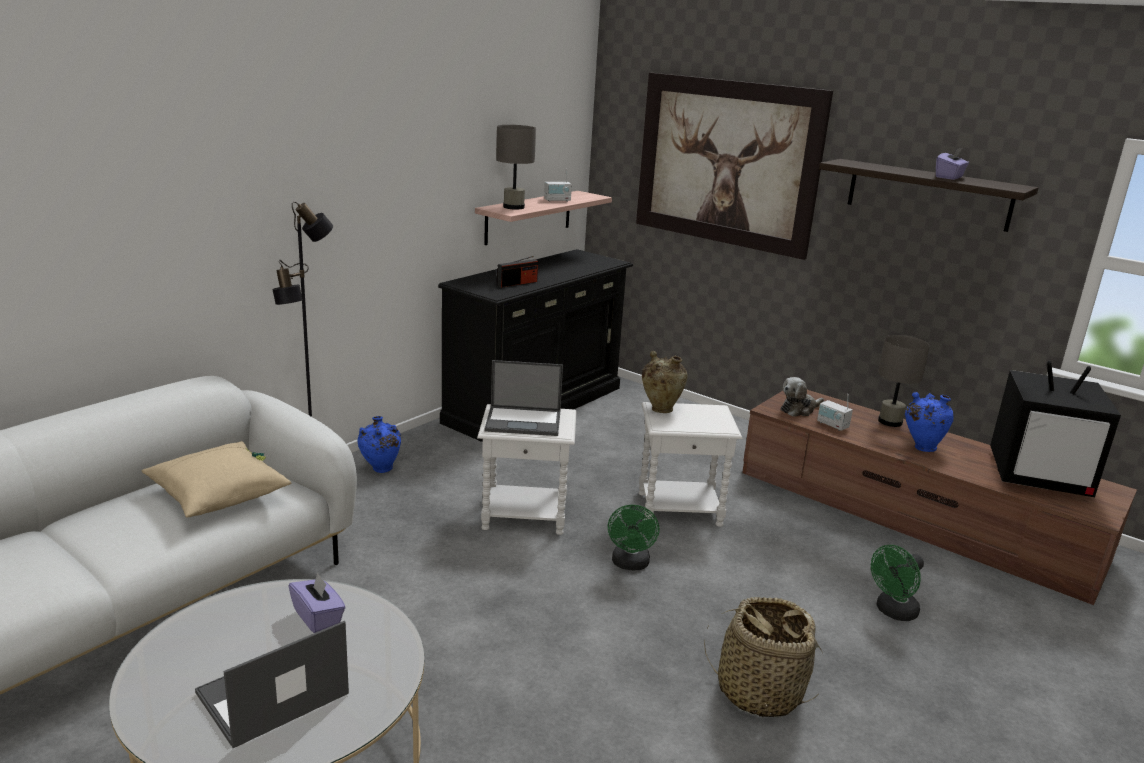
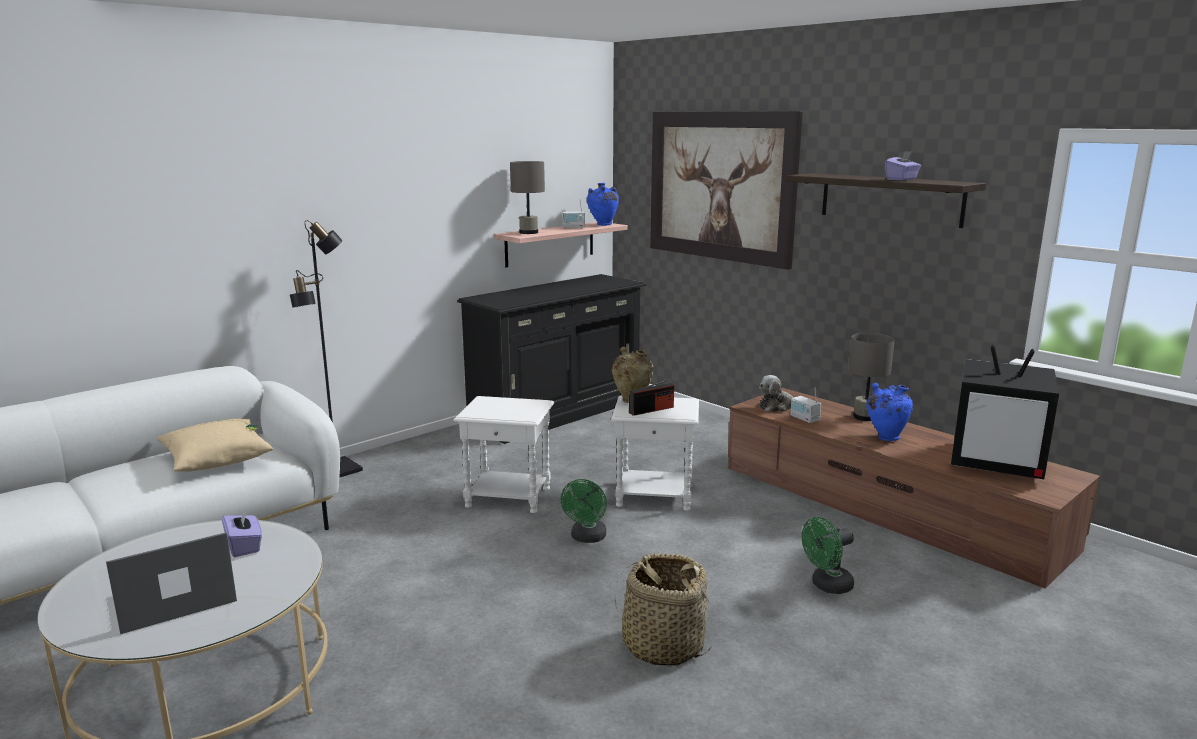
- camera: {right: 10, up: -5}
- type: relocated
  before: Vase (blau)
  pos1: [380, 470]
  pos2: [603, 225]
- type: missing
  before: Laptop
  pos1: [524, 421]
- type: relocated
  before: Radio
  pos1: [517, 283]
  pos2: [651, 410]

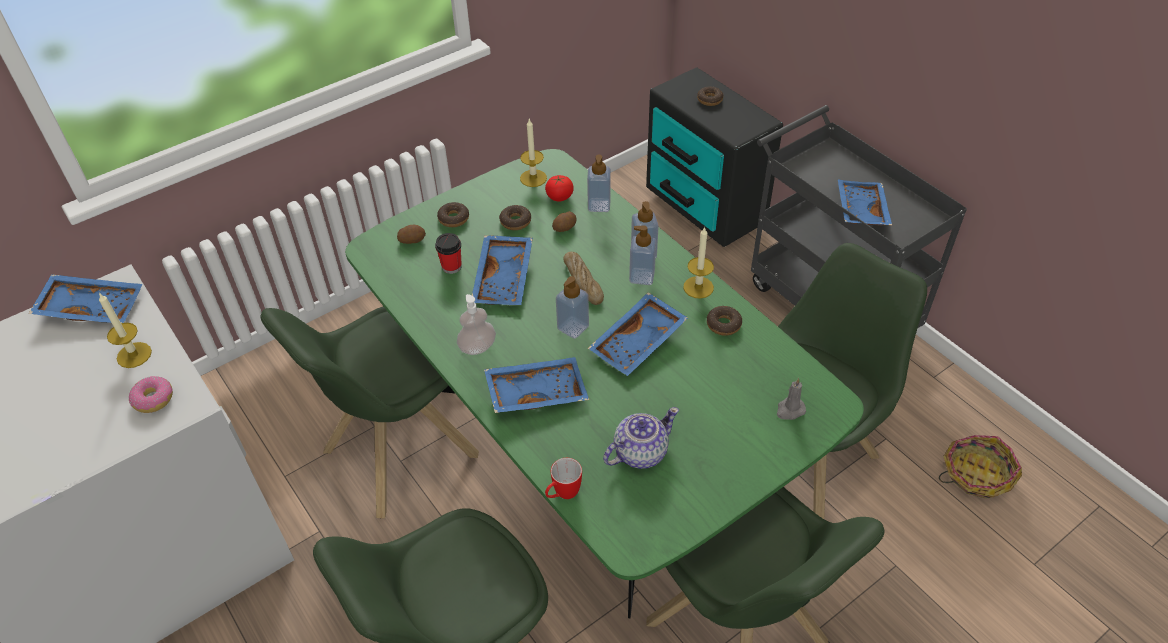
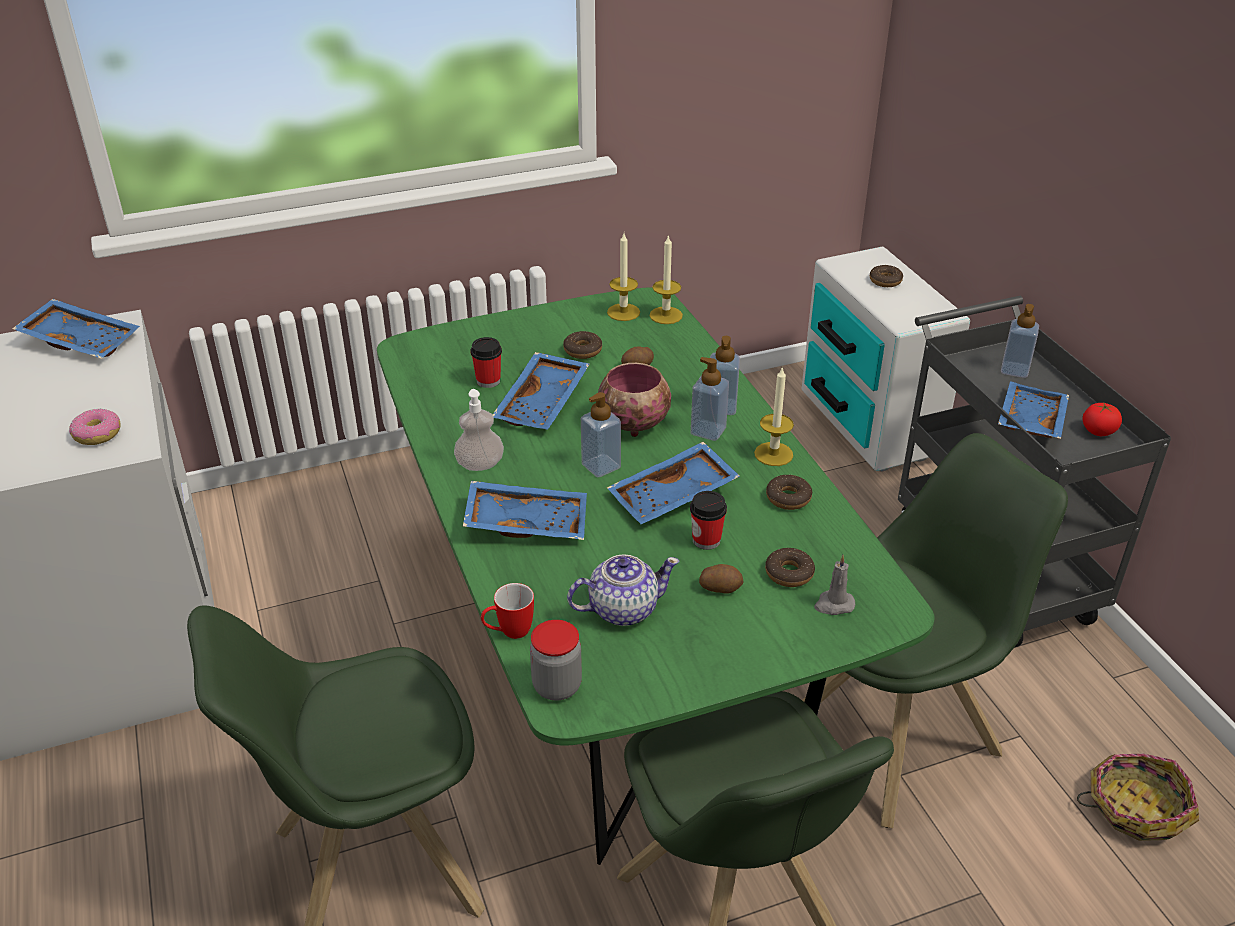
- camera: {right: 15, up: -10}
- type: relocated
  before: Kerze
  pos1: [134, 355]
  pos2: [666, 315]
- type: missing
  before: Stuhl (grün)
  pos1: [398, 452]
- type: relocated
  before: Kartoffel
  pos1: [412, 240]
  pos2: [720, 587]
- type: relocated
  before: Donut
  pos1: [453, 218]
  pos2: [789, 573]
- type: relocated
  before: Tomate
  pos1: [560, 197]
  pos2: [1098, 431]
- type: exchanged
  before: Brot
  after: Schüssel
  pos1: [583, 282]
  pos2: [634, 423]
- type: relocated
  before: Seifenspender
  pos1: [599, 205]
  pos2: [1014, 370]
- type: colour
  before: Nachttisch (schwarz)
  after: Nachttisch (weiß)
  pos1: [703, 212]
  pos2: [865, 431]
- type: appeared
  after: Vorratsglas
  pos2: [557, 686]
- type: appeared
  after: Tasse
  pos2: [706, 540]

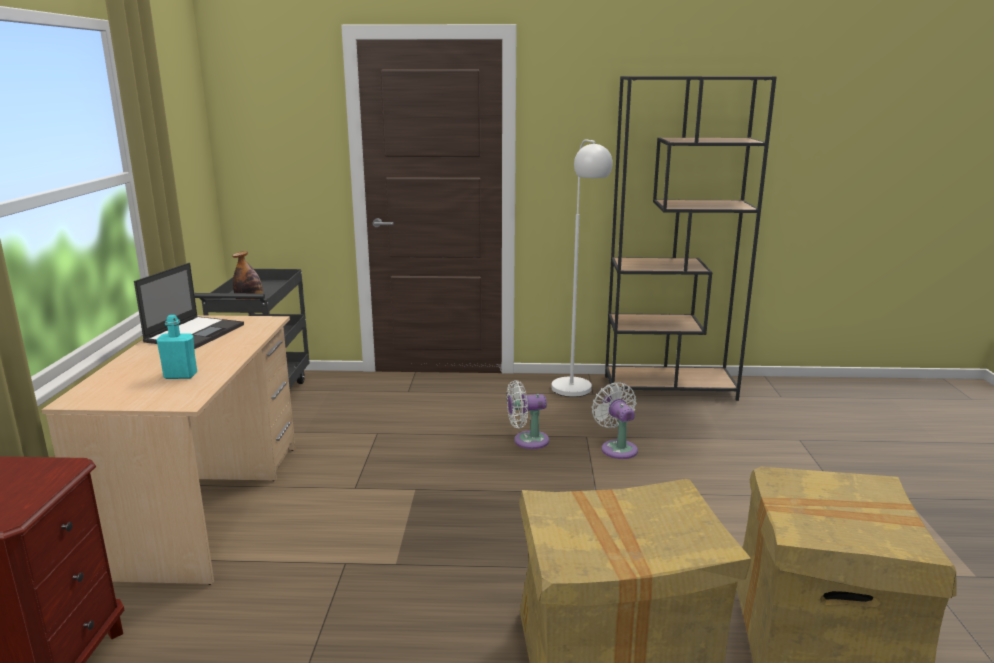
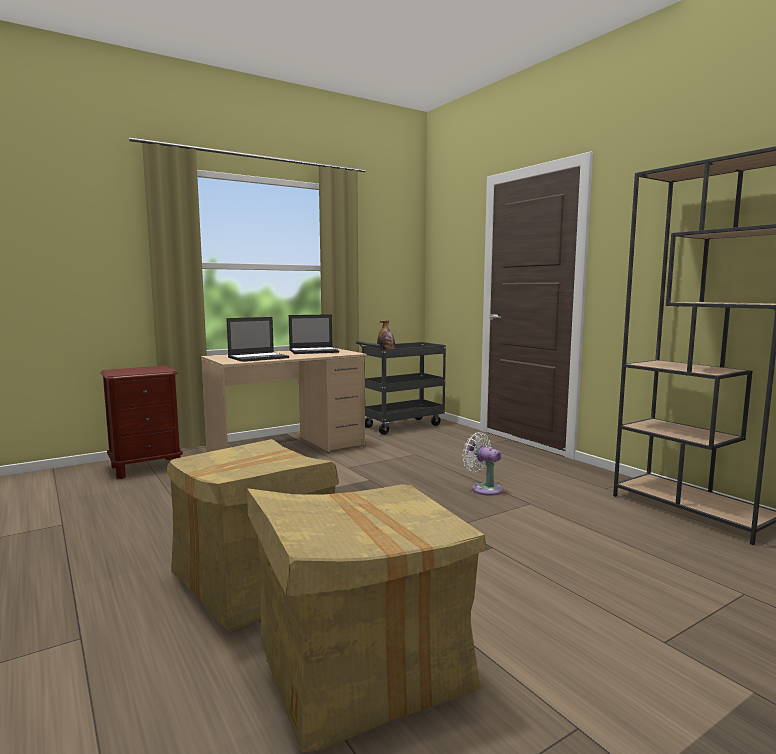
- camera: {right: 55, up: -10}
- type: exchanged
  before: Flasche (türkis)
  after: Laptop
  pos1: [180, 376]
  pos2: [259, 357]
- type: missing
  before: Stehlampe (weiß)
  pos1: [576, 394]
- type: missing
  before: Ventilator (weiß)
  pos1: [617, 448]

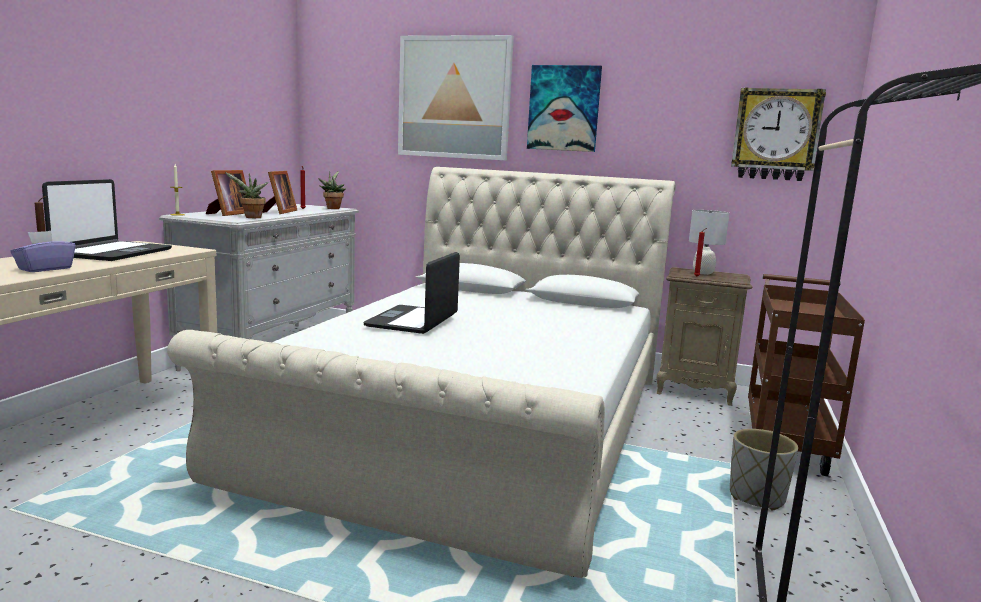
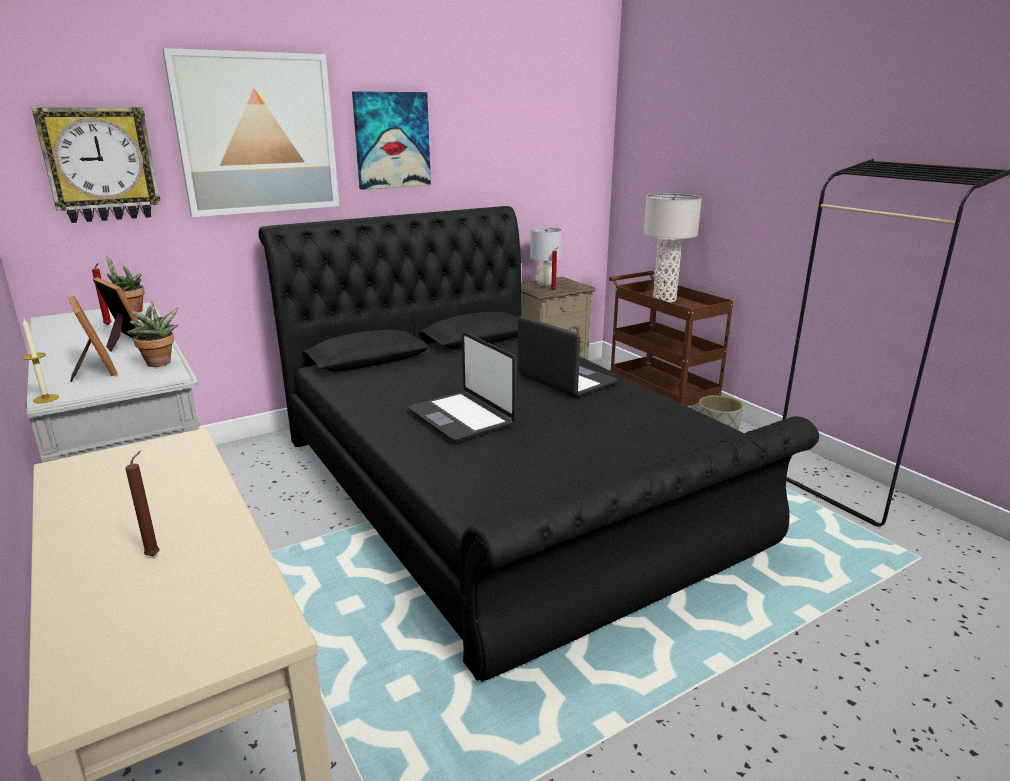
- camera: {right: -50, up: 10}
- type: missing
  before: Taschentuchbox (lila)
  pos1: [45, 269]
- type: relocated
  before: Laptop
  pos1: [112, 252]
  pos2: [566, 380]
- type: colour
  before: Bett (beige)
  after: Bett (schwarz)
  pos1: [476, 421]
  pos2: [500, 485]
- type: relocated
  before: Wanduhr
  pos1: [775, 134]
  pos2: [100, 165]
- type: appeared
  after: Tischlampe (weiß)
  pos2: [664, 299]

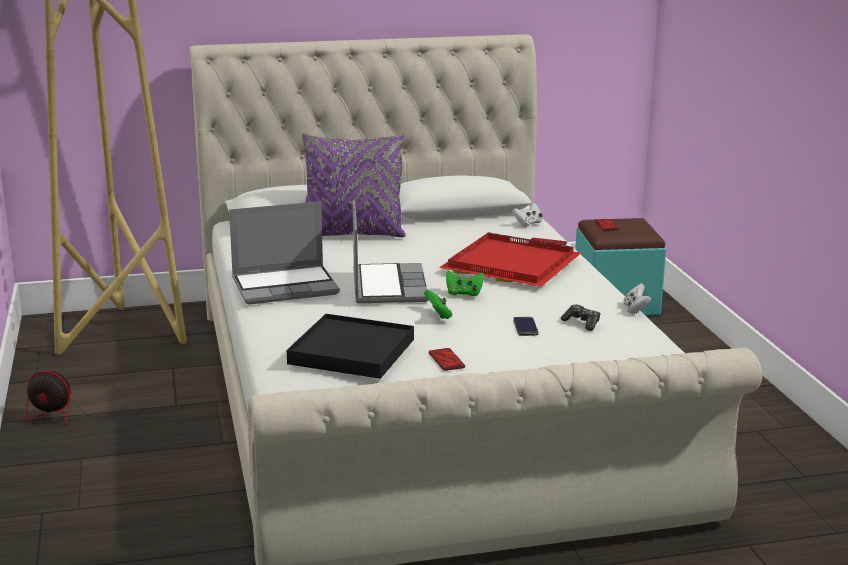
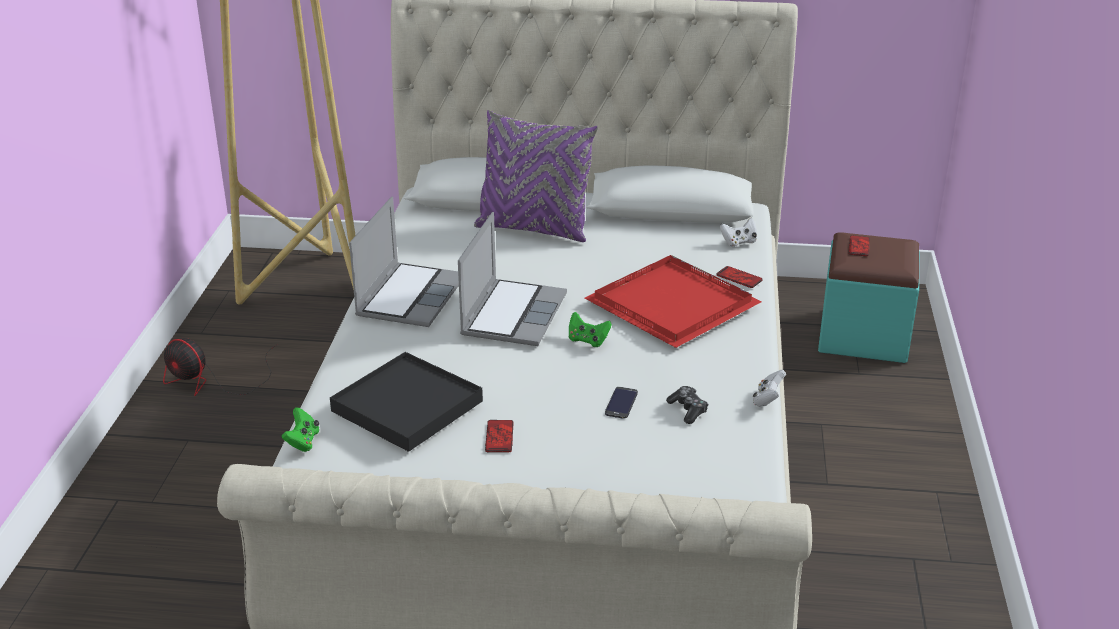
- camera: {right: 20, up: 10}
- type: spun
  before: Laptop
  pos1: [286, 286]
  pos2: [410, 296]
  turn: -75
- type: relocated
  before: Gamepad (grün)
  pos1: [438, 315]
  pos2: [303, 442]

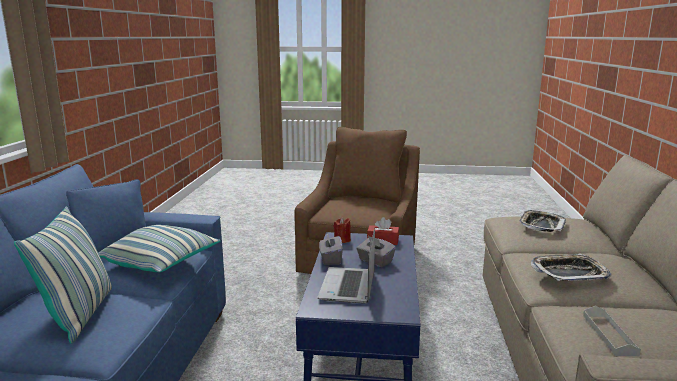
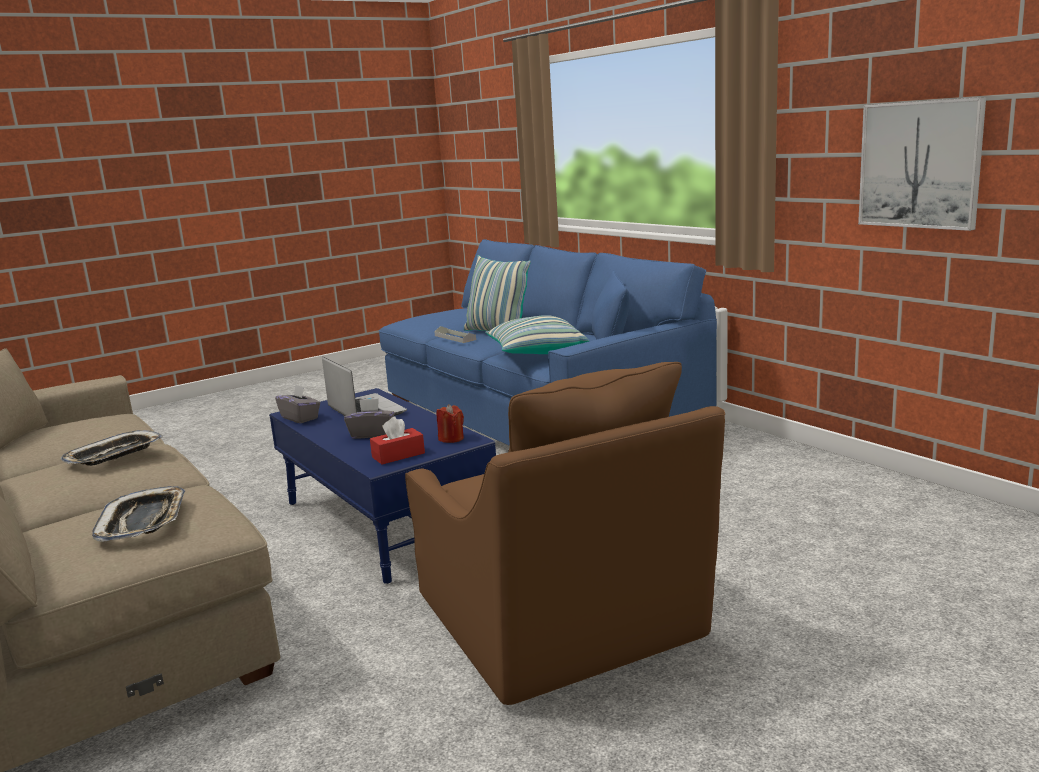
- camera: {right: 140, up: 0}
- type: relocated
  before: Taschentuchbox (grau)
  pos1: [330, 259]
  pos2: [300, 418]
- type: relocated
  before: Tablett (grau)
  pos1: [609, 334]
  pos2: [455, 337]
- type: appeared
  after: Bild
  pos2: [920, 164]

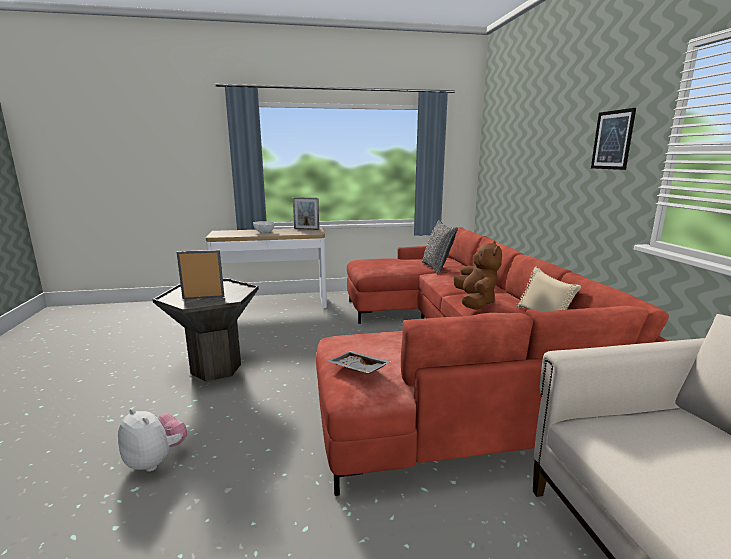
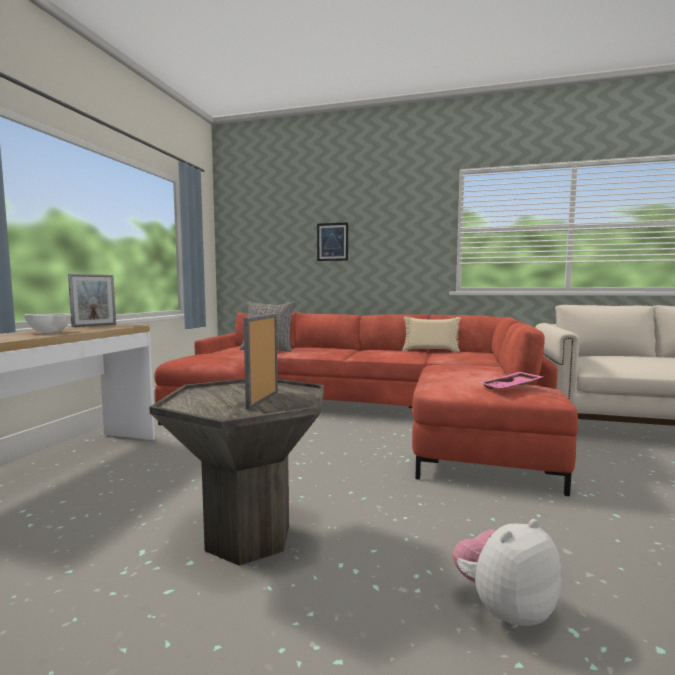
- camera: {right: -65, up: -10}
- type: colour
  before: Tablett (grau)
  after: Tablett (rosa)
  pos1: [357, 369]
  pos2: [511, 388]
- type: missing
  before: Plüschtier (braun)
  pos1: [475, 302]
- type: relocated
  before: Bild
  pos1: [612, 140]
  pos2: [332, 242]

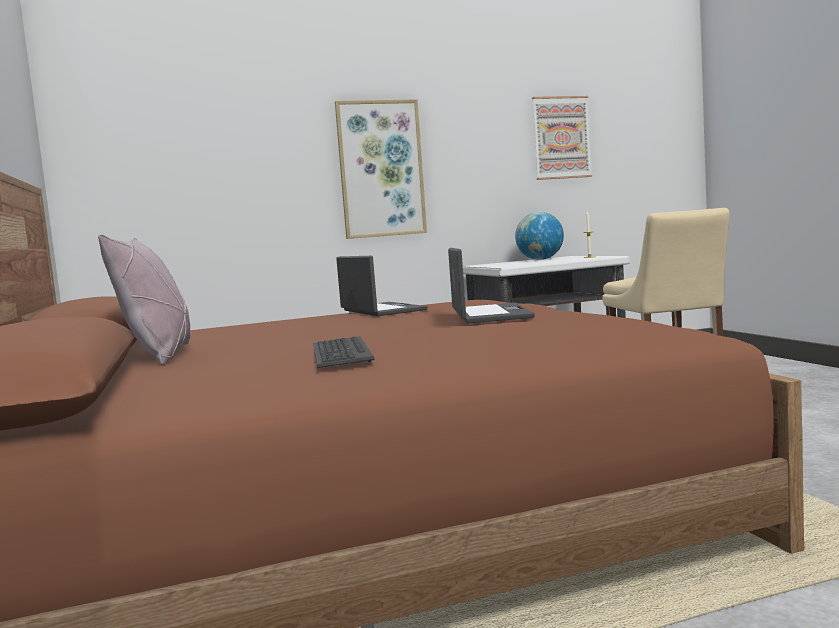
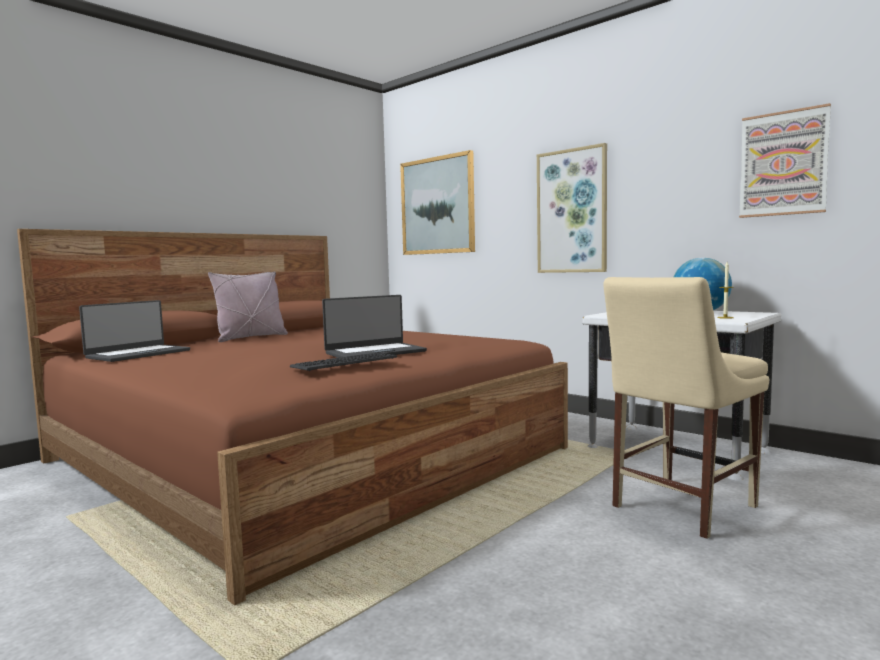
- camera: {right: 60, up: 0}
- type: relocated
  before: Tastatur
  pos1: [339, 353]
  pos2: [344, 362]
- type: relocated
  before: Laptop
  pos1: [381, 310]
  pos2: [138, 354]
- type: appeared
  after: Bild
  pos2: [437, 206]

